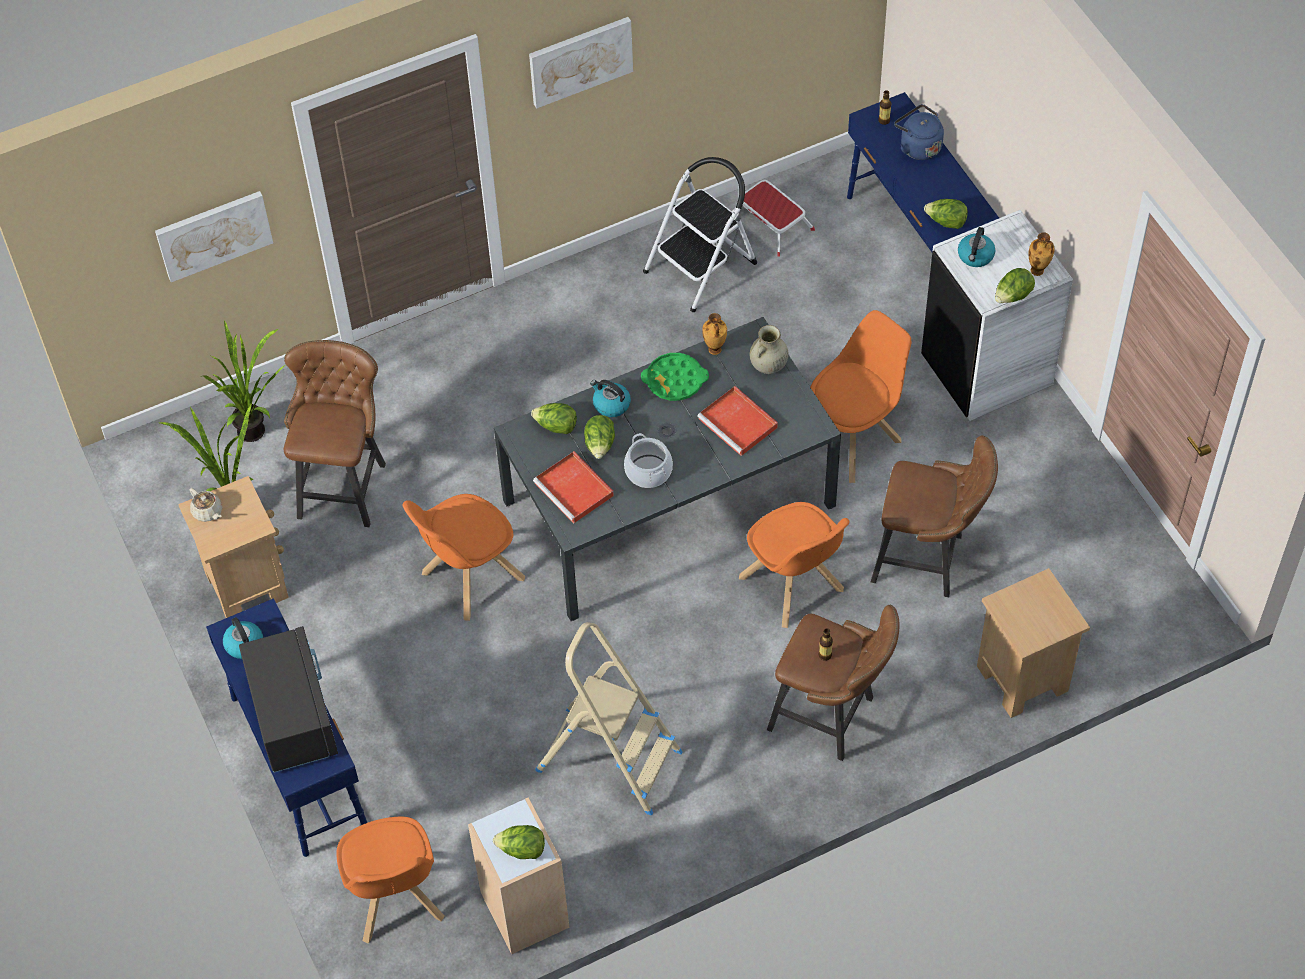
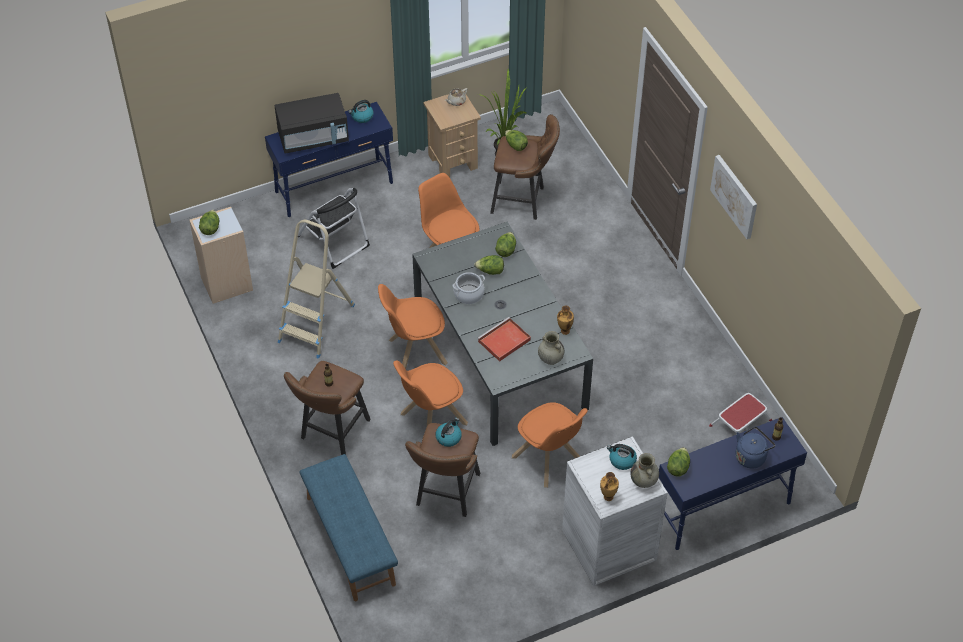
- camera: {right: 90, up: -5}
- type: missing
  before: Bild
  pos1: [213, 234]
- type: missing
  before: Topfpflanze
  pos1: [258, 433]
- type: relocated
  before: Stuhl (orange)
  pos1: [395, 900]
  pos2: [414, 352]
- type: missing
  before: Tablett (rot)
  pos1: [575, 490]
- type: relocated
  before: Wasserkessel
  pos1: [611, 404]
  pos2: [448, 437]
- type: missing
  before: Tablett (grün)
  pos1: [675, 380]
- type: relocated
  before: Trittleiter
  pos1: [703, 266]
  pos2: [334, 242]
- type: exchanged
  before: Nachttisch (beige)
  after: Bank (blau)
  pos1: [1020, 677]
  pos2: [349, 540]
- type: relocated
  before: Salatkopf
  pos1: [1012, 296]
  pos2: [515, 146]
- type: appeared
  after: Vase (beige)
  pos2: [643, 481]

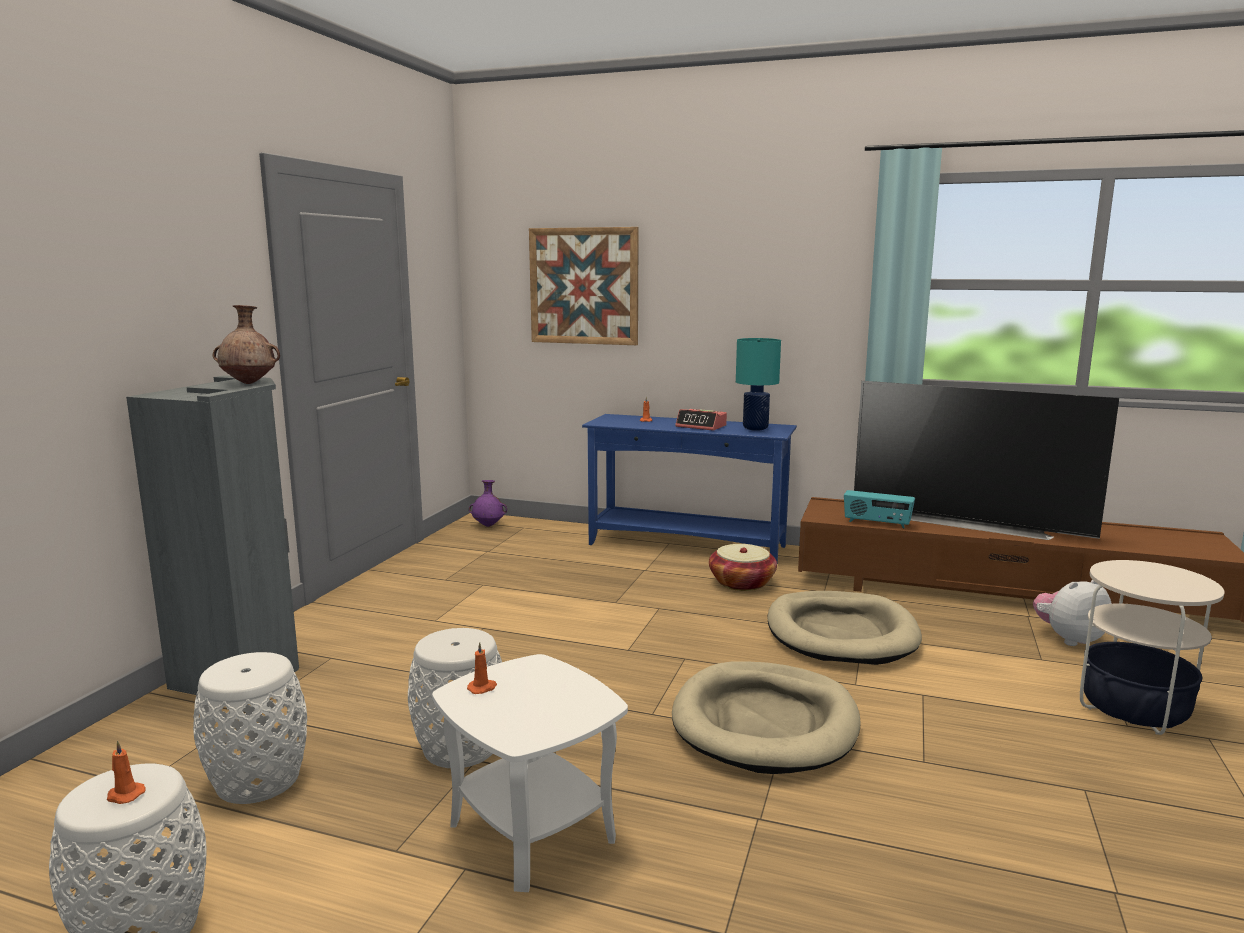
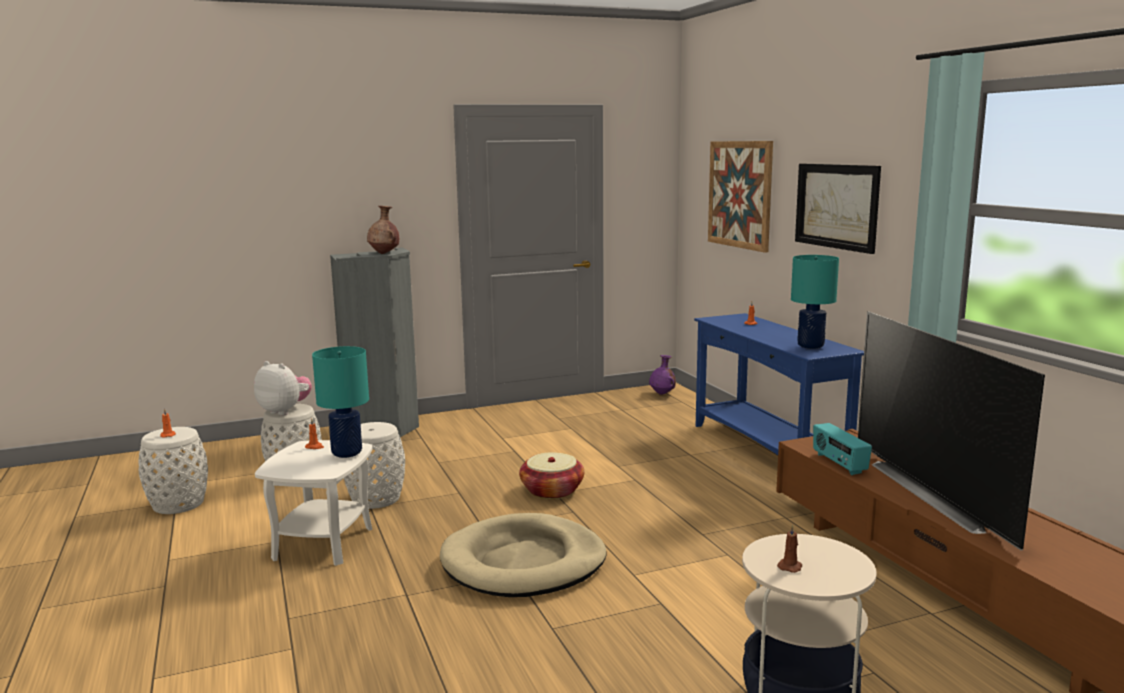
- camera: {right: 50, up: 0}
- type: missing
  before: Wecker
  pos1: [701, 426]
- type: relocated
  before: Korb
  pos1: [741, 583]
  pos2: [552, 491]
- type: missing
  before: Hundebett (beige)
  pos1: [841, 633]
- type: relocated
  before: Plüschtier
  pos1: [1068, 639]
  pos2: [284, 411]
- type: appeared
  after: Tischlampe (türkis)
  pos2: [347, 455]
- type: appeared
  after: Kerze (braun)
  pos2: [790, 566]
- type: appeared
  after: Bild
  pos2: [836, 206]

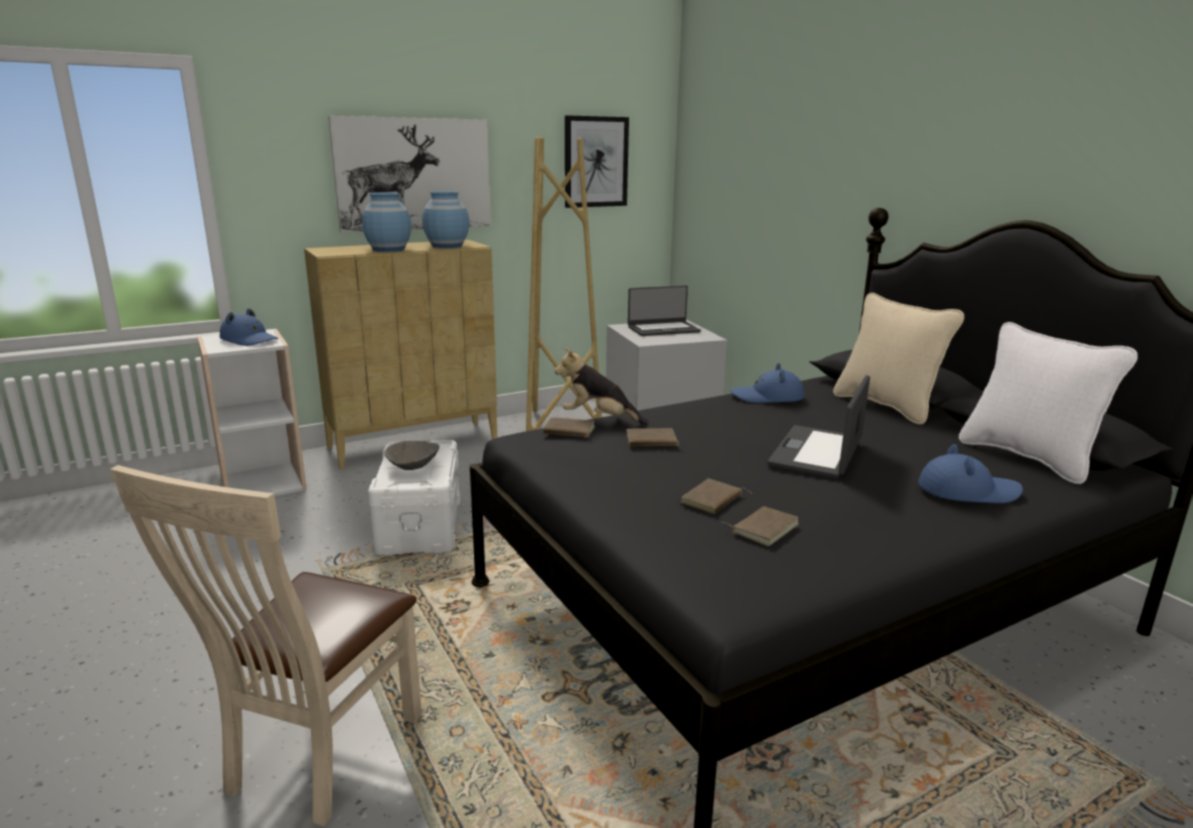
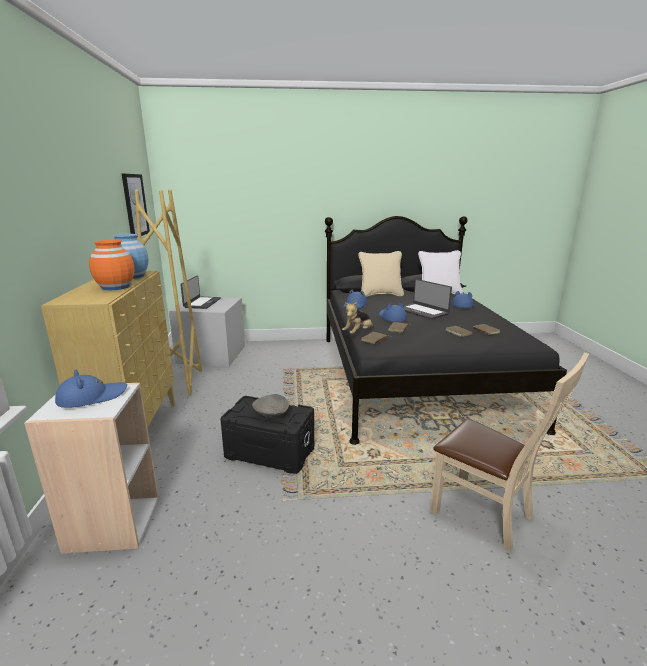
- camera: {right: -65, up: 0}
- type: missing
  before: Bild
  pos1: [414, 174]
- type: colour
  before: Vase (blau)
  after: Vase (orange)
  pos1: [388, 249]
  pos2: [115, 287]
- type: colour
  before: Aufbewahrungsbox (weiß)
  after: Aufbewahrungsbox (schwarz)
  pos1: [421, 525]
  pos2: [270, 451]
- type: appeared
  after: Hut (blau)
  pos2: [392, 317]

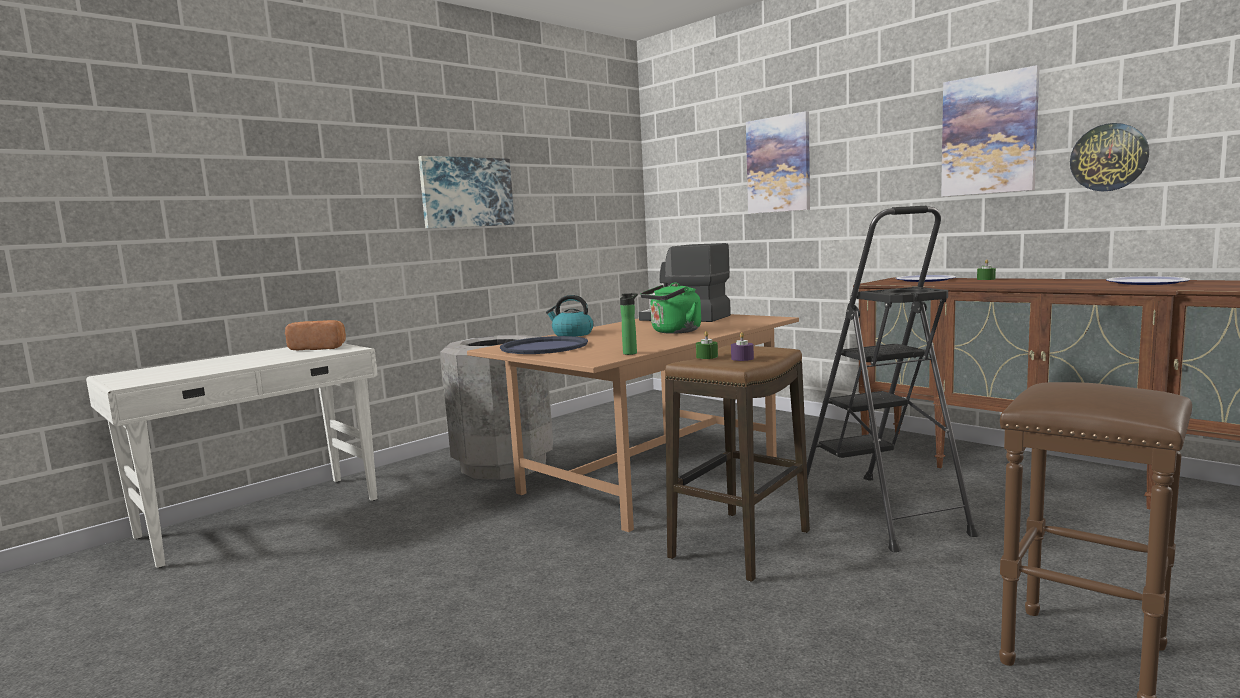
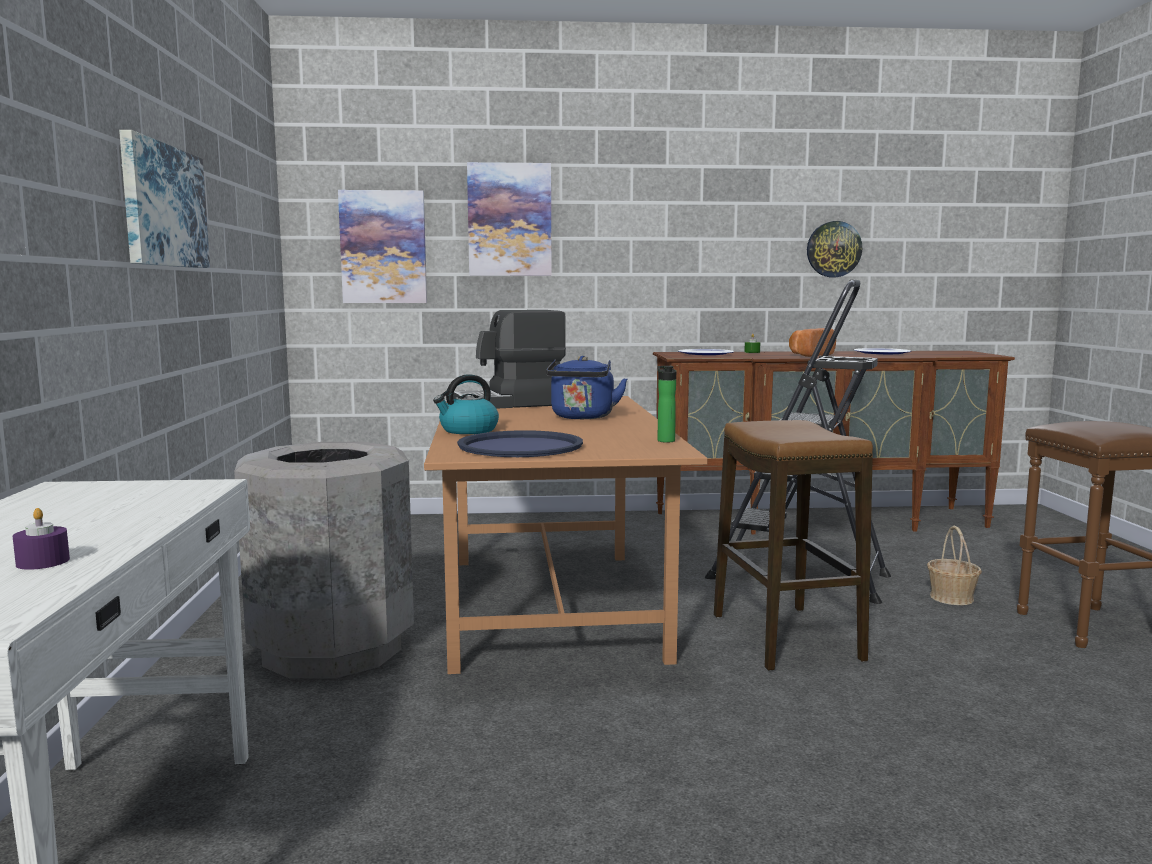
- camera: {right: -50, up: 0}
- type: relocated
  before: Brot
  pos1: [320, 348]
  pos2: [809, 355]
- type: colour
  before: Wasserkessel (grün)
  after: Wasserkessel (blau)
  pos1: [673, 332]
  pos2: [582, 417]
- type: missing
  before: Kerze (grün)
  pos1: [707, 357]
- type: relocated
  before: Kerze (lila)
  pos1: [742, 358]
  pos2: [43, 562]
- type: relocated
  before: Bild
  pos1: [989, 134]
  pos2: [383, 247]
- type: appeared
  after: Korb
  pos2: [951, 598]

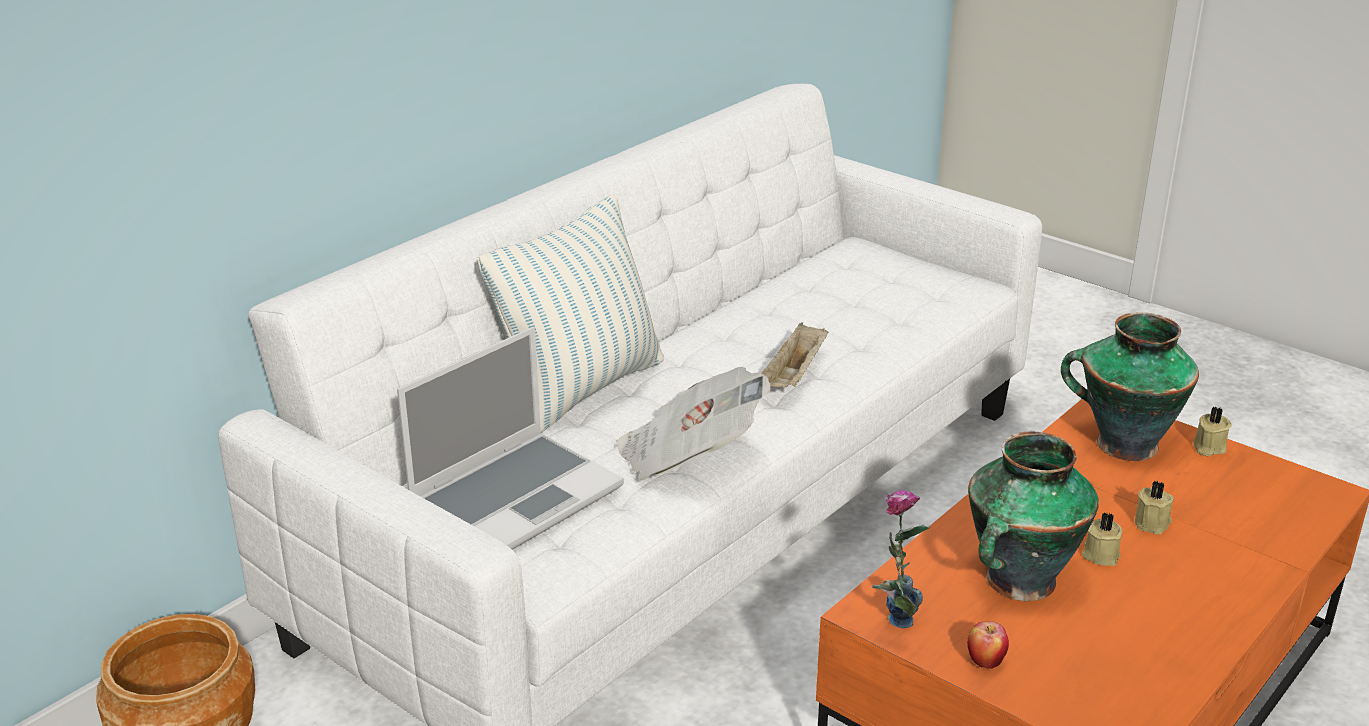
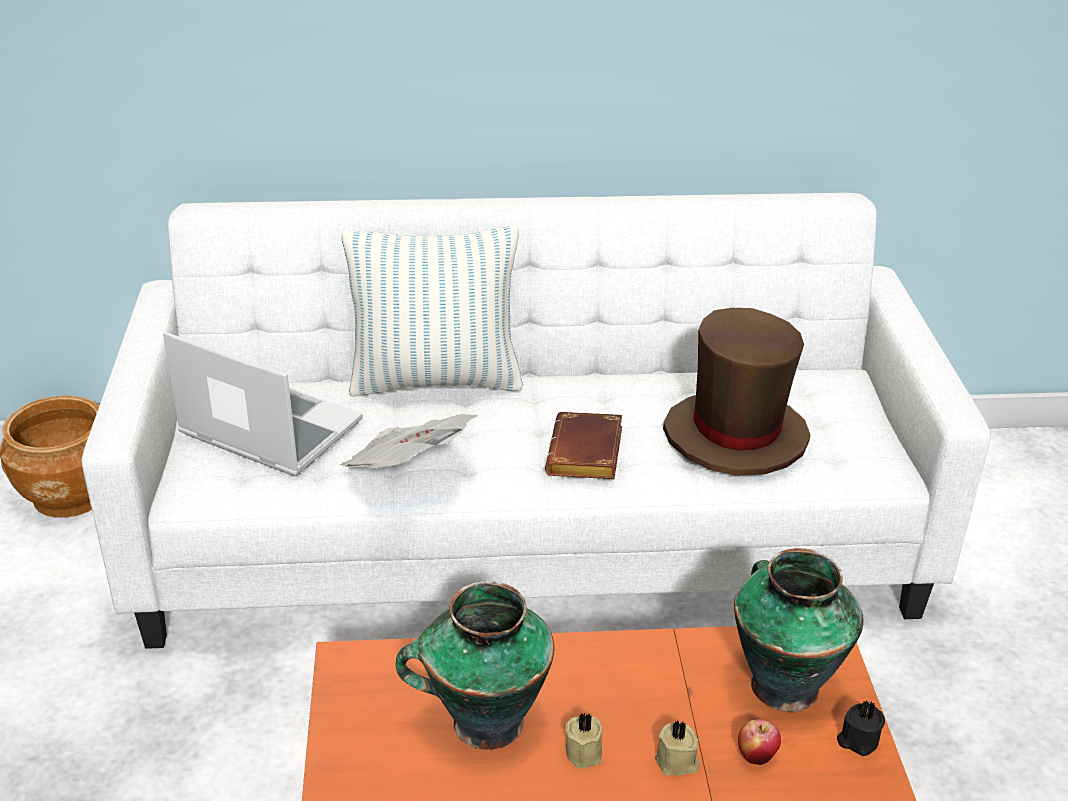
- camera: {right: 45, up: 5}
- type: spun
  before: Laptop
  pos1: [517, 496]
  pos2: [267, 429]
  turn: -150
- type: exchanged
  before: Tablett (beige)
  after: Buch (braun)
  pos1: [794, 376]
  pos2: [587, 455]
- type: missing
  before: Vase
  pos1: [893, 630]
- type: relocated
  before: Apfel
  pos1: [985, 661]
  pos2: [756, 756]
- type: colour
  before: Kerze (beige)
  after: Kerze (schwarz)
  pos1: [1208, 447]
  pos2: [857, 740]
- type: appeared
  after: Hut (braun)
  pos2: [735, 437]

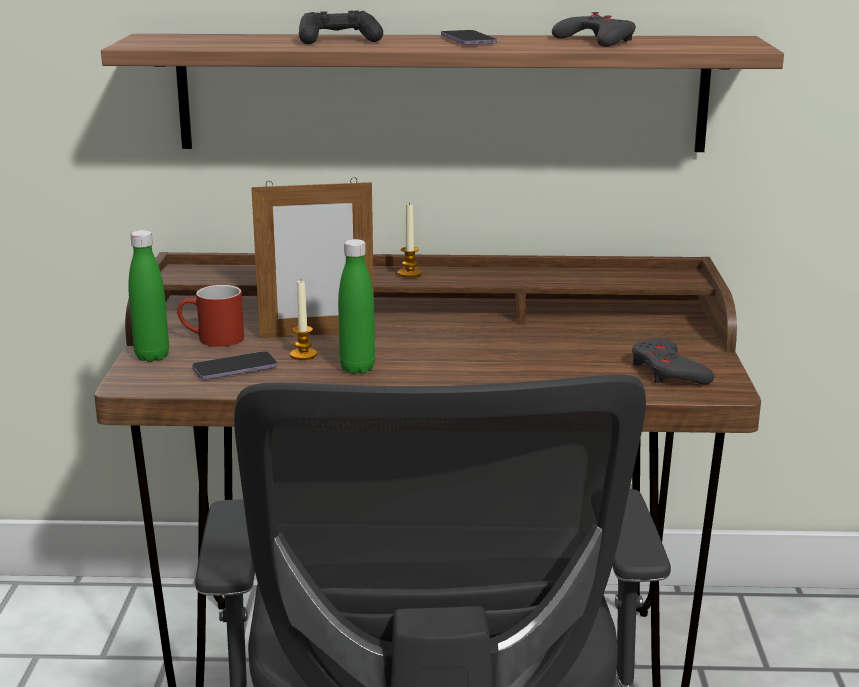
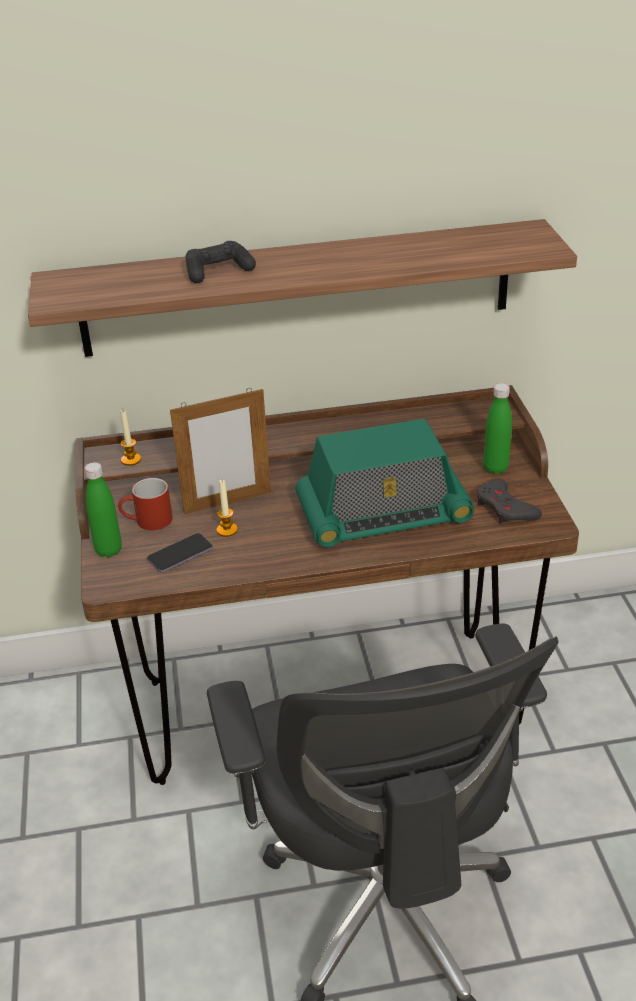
- camera: {right: -10, up: 15}
- type: relocated
  before: Flasche (grün)
  pos1: [357, 368]
  pos2: [495, 468]
- type: relocated
  before: Kerze
  pos1: [409, 273]
  pos2: [131, 460]
- type: missing
  before: Handy
  pos1: [468, 40]
- type: missing
  before: Gamepad (grau)
  pos1: [596, 40]
- type: appeared
  after: Radio
  pos2: [383, 514]

